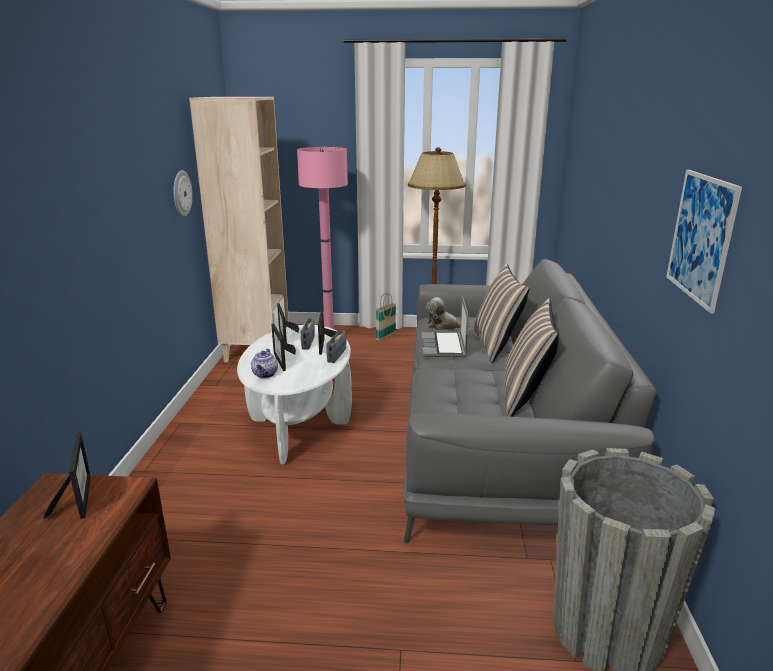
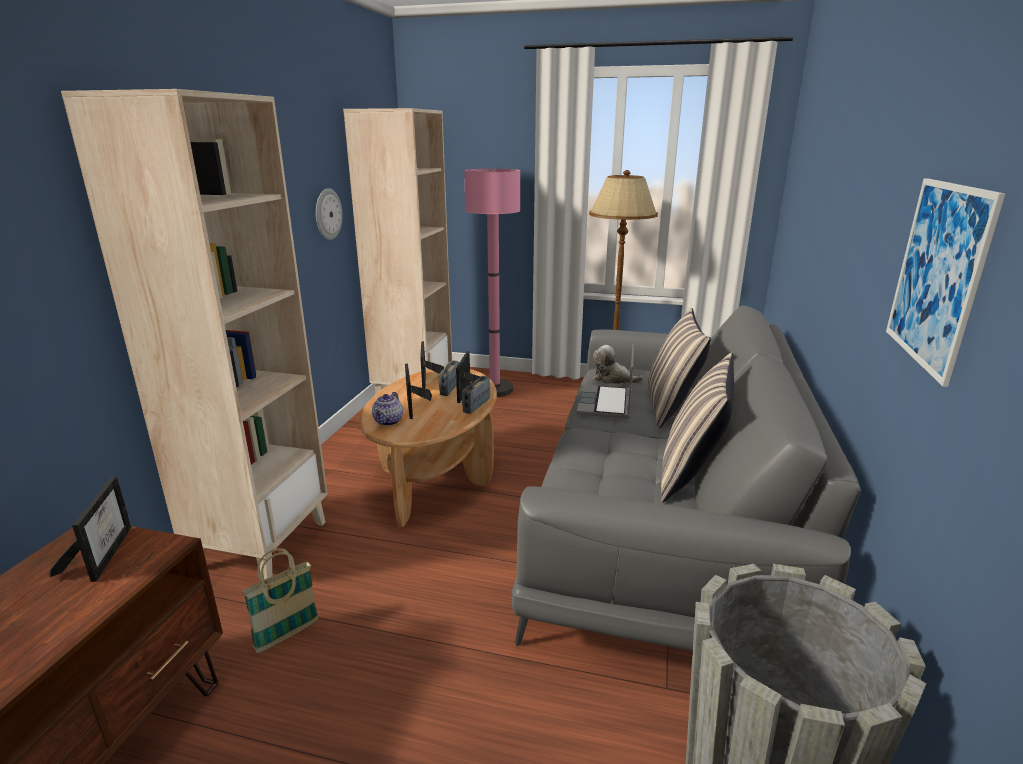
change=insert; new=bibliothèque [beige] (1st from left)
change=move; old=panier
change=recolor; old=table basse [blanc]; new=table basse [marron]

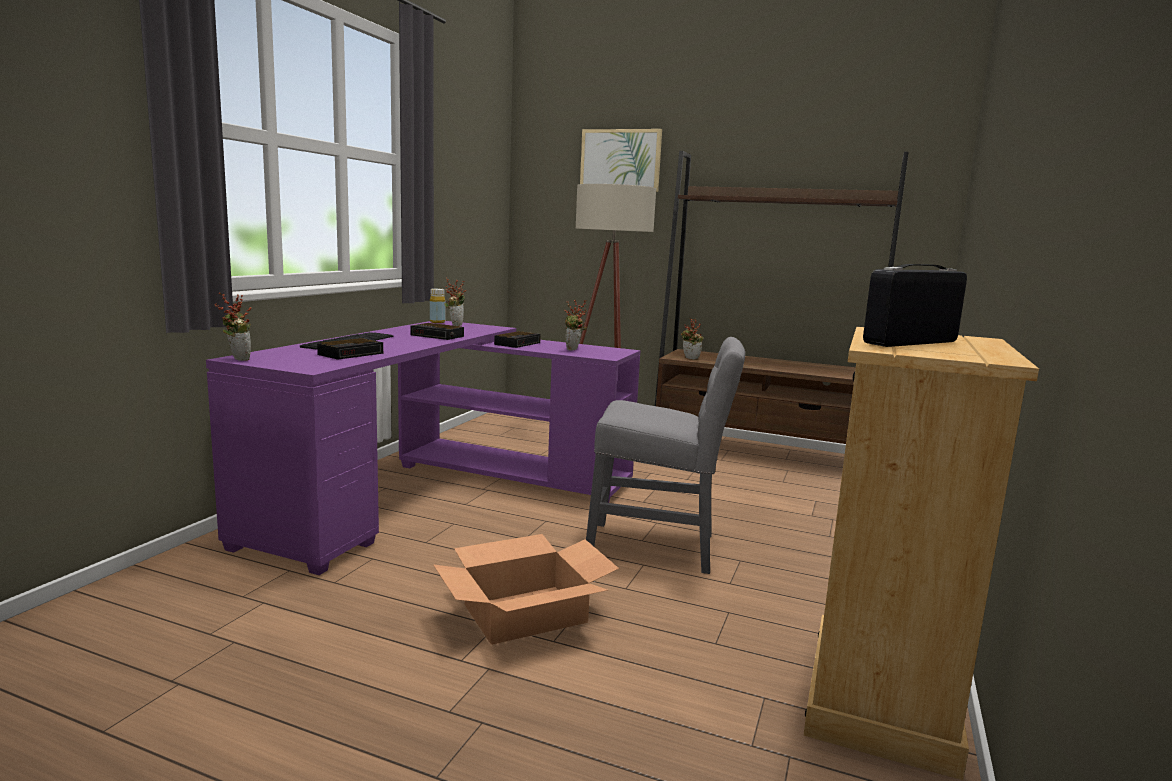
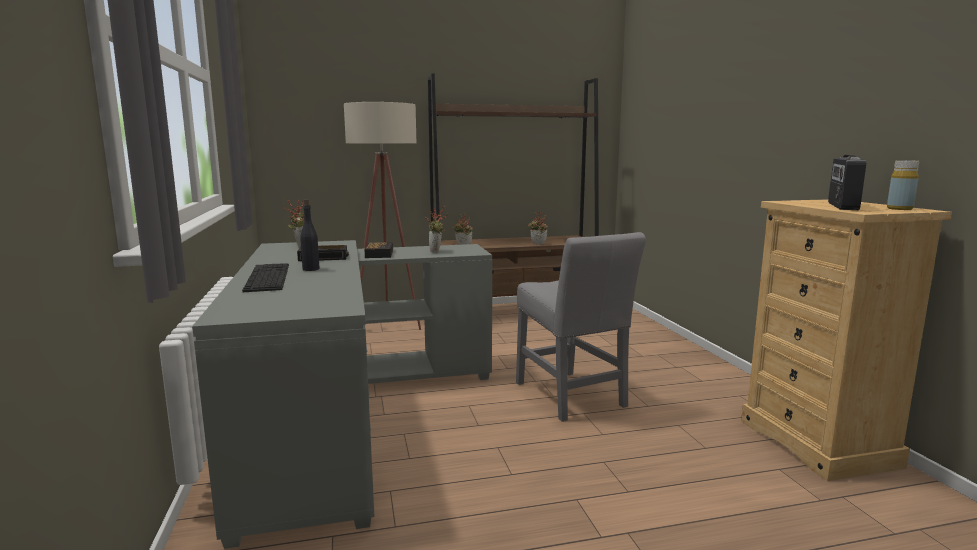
change=recolor; old=bureau [violet]; new=bureau [gris]
change=insert; new=bouteille [noir]
change=rotate; old=chaise [gris]; degrees=90
change=move; old=plante en pot (1st from left in the first image); new=plante en pot (4th from left)
change=move; old=bouteille [jaune]
change=delete; old=réveil (1st from left)
change=delete; old=carton
change=delete; old=tableau

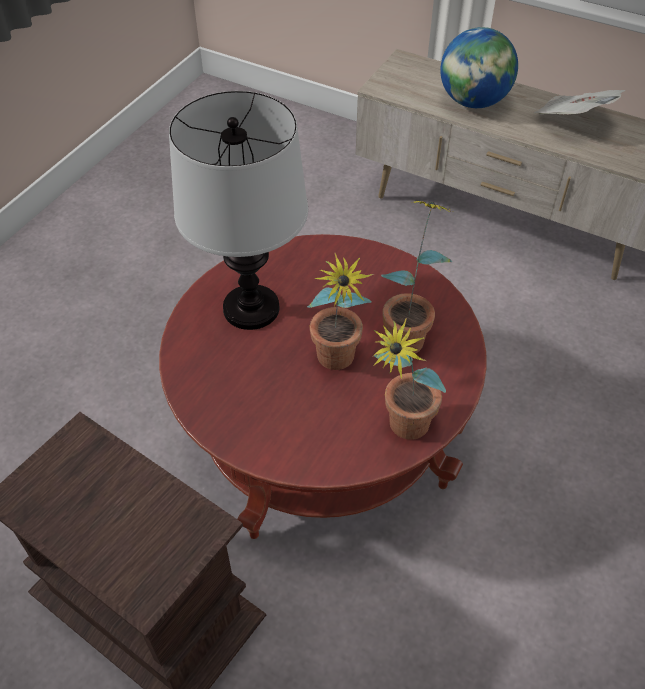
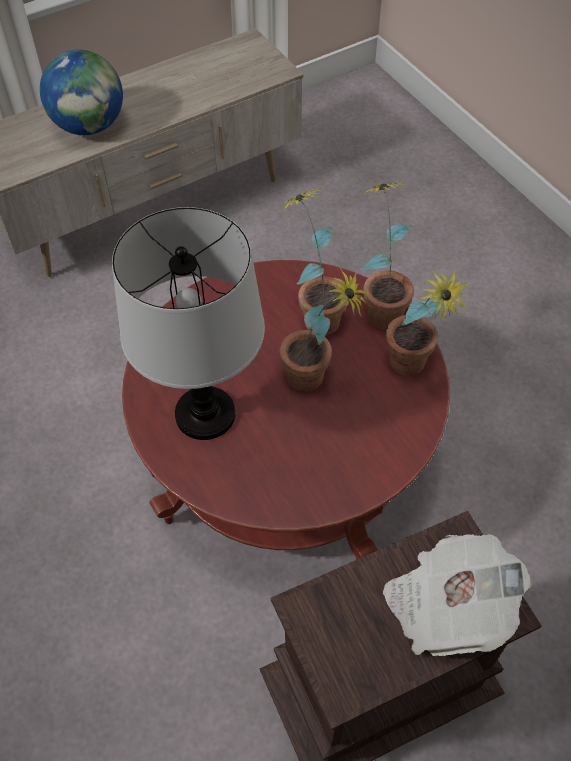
change=insert; new=plante en pot (3rd from left)
change=move; old=journal

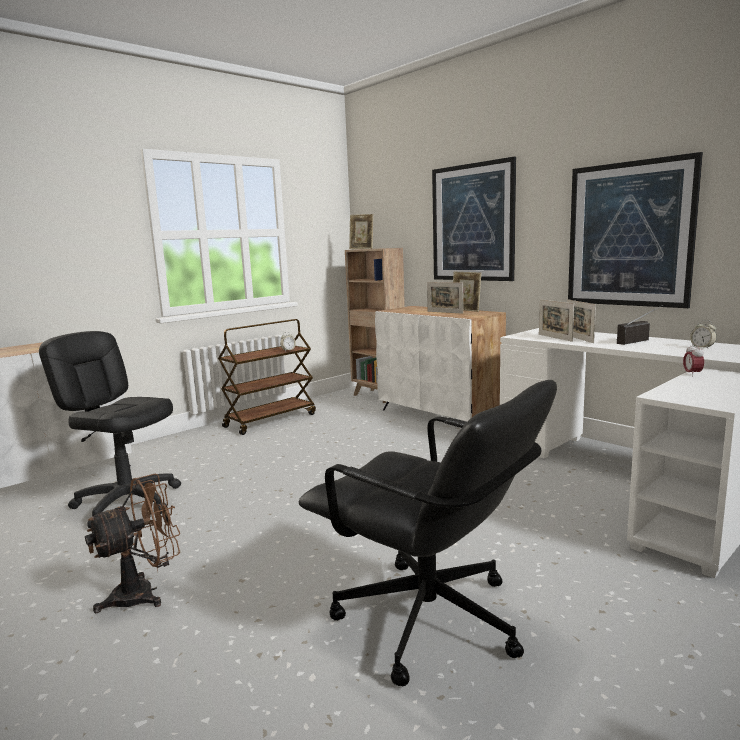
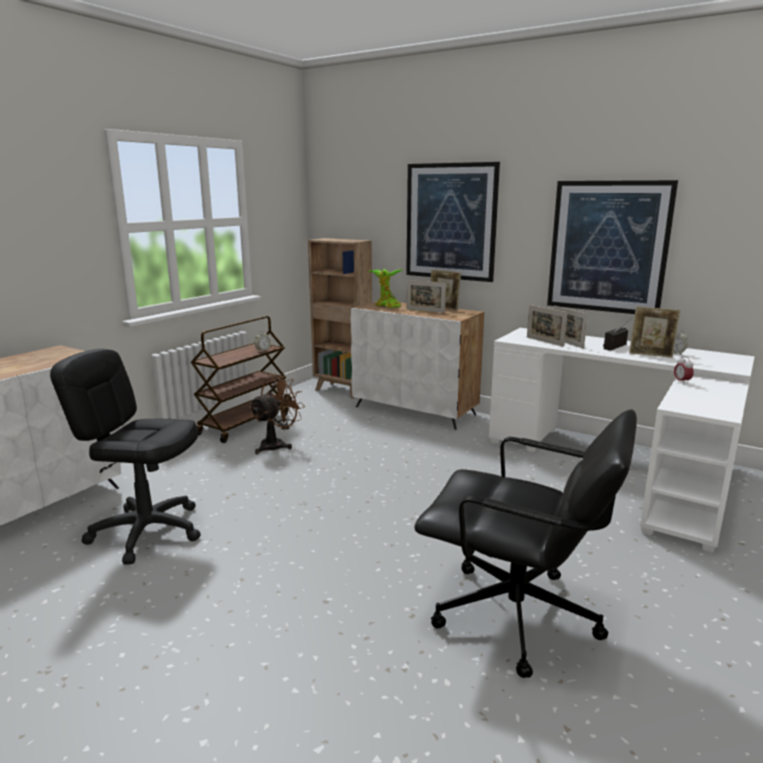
change=move; old=ventilateur [marron]
change=insert; new=plante en pot
change=move; old=cadre photo (1st from left in the first image); new=cadre photo (5th from left)

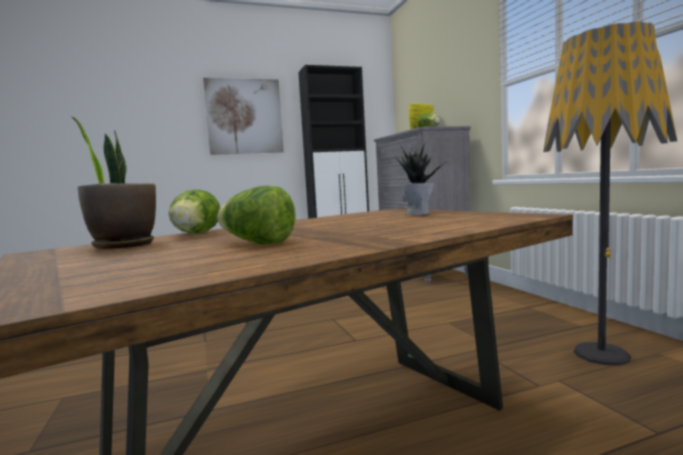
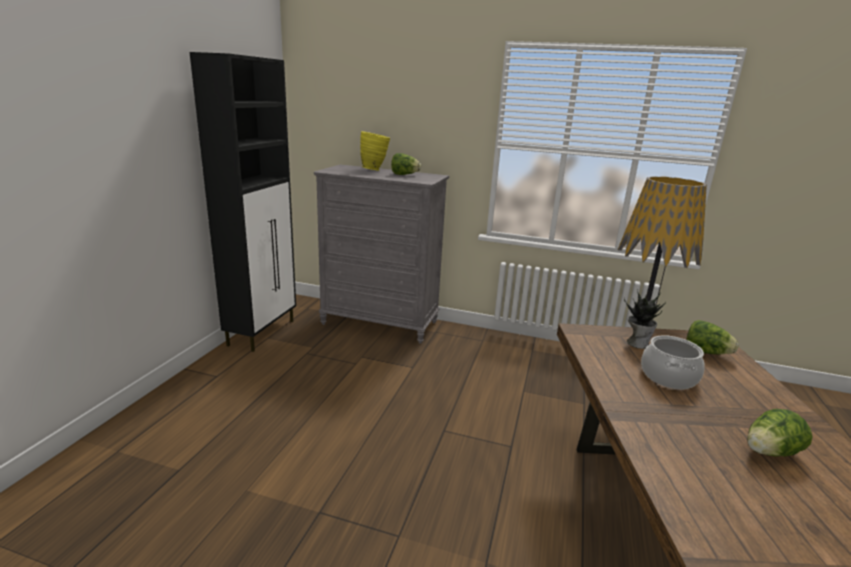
change=insert; new=marmite
change=move; old=laitue (1st from left in the first image); new=laitue (2nd from left)
change=delete; old=plante en pot (1st from left)
change=delete; old=tableau

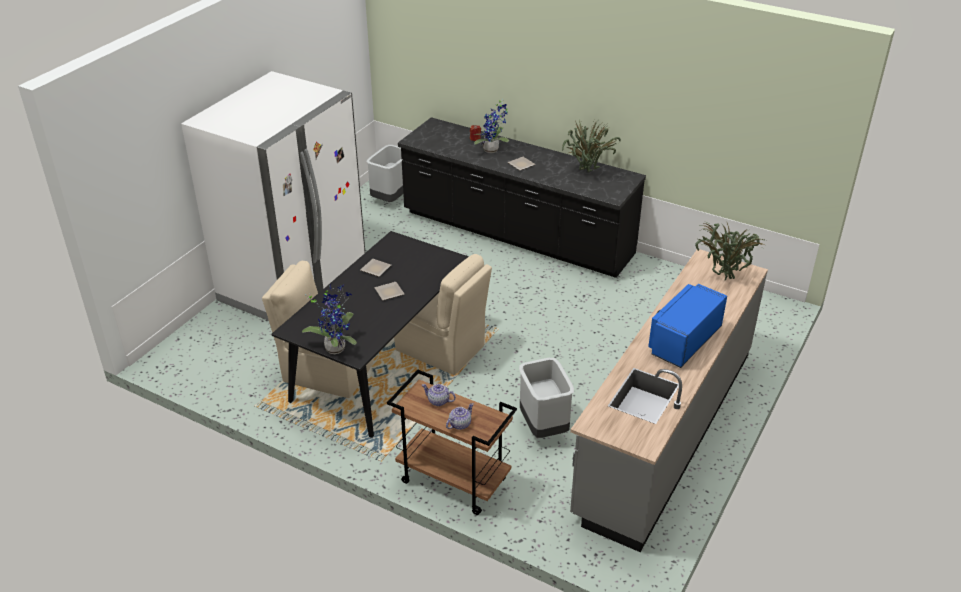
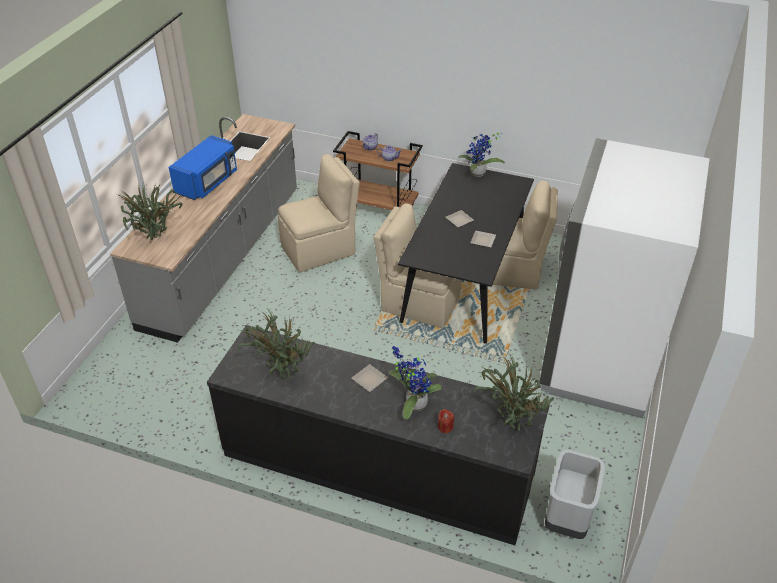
change=replace; old=poubelle [gris] (2nd from left); new=chaise [beige] (1st from left)
change=insert; new=plante en pot (5th from left)

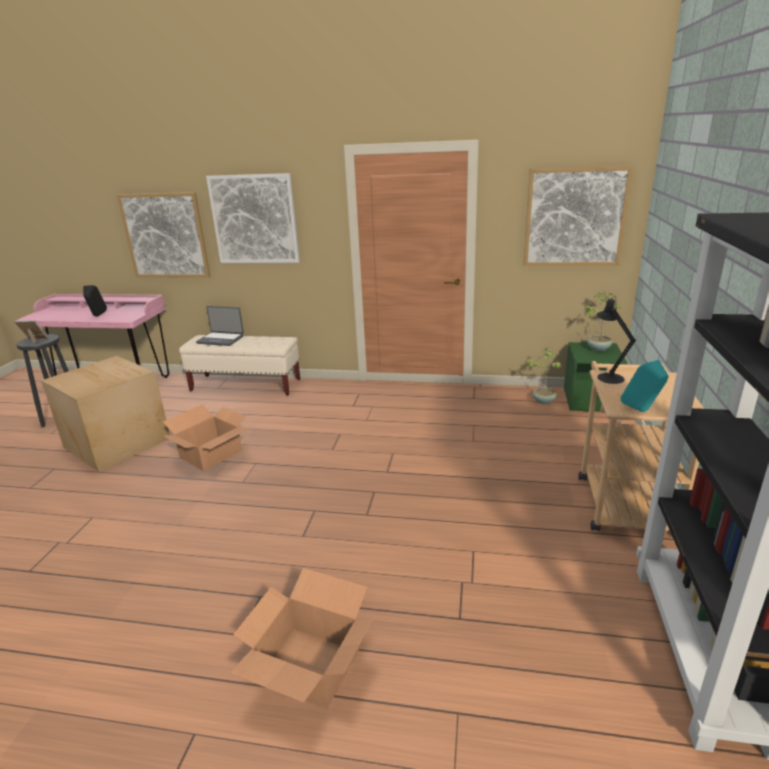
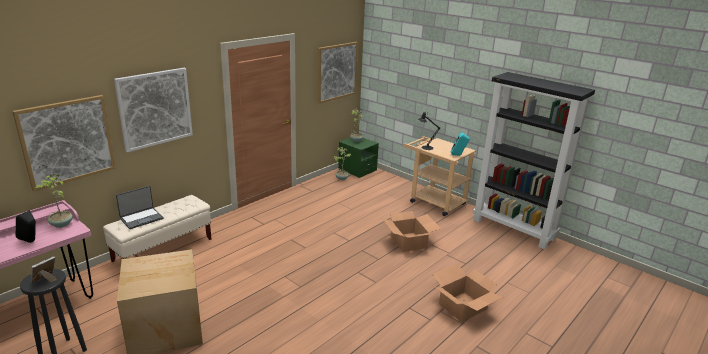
change=insert; new=plante en pot (1st from left)
change=move; old=carton (2nd from left)

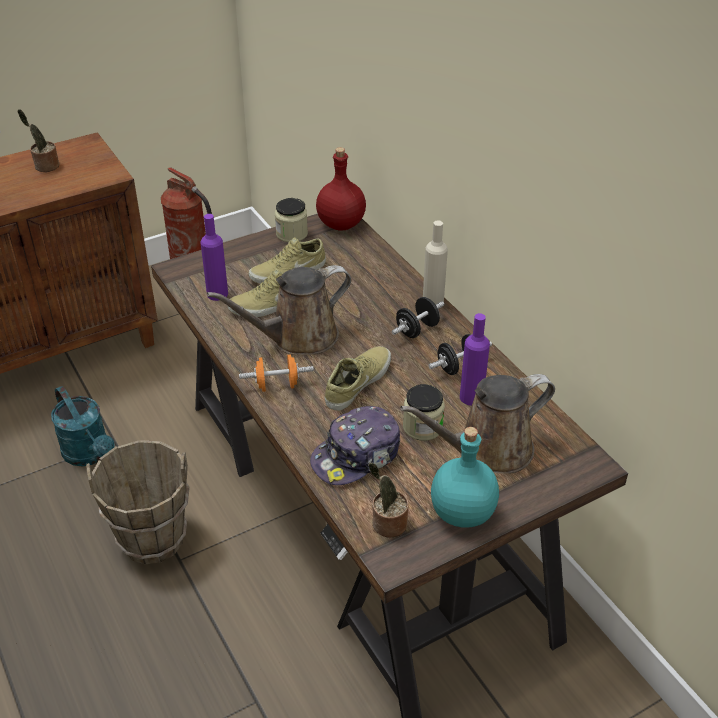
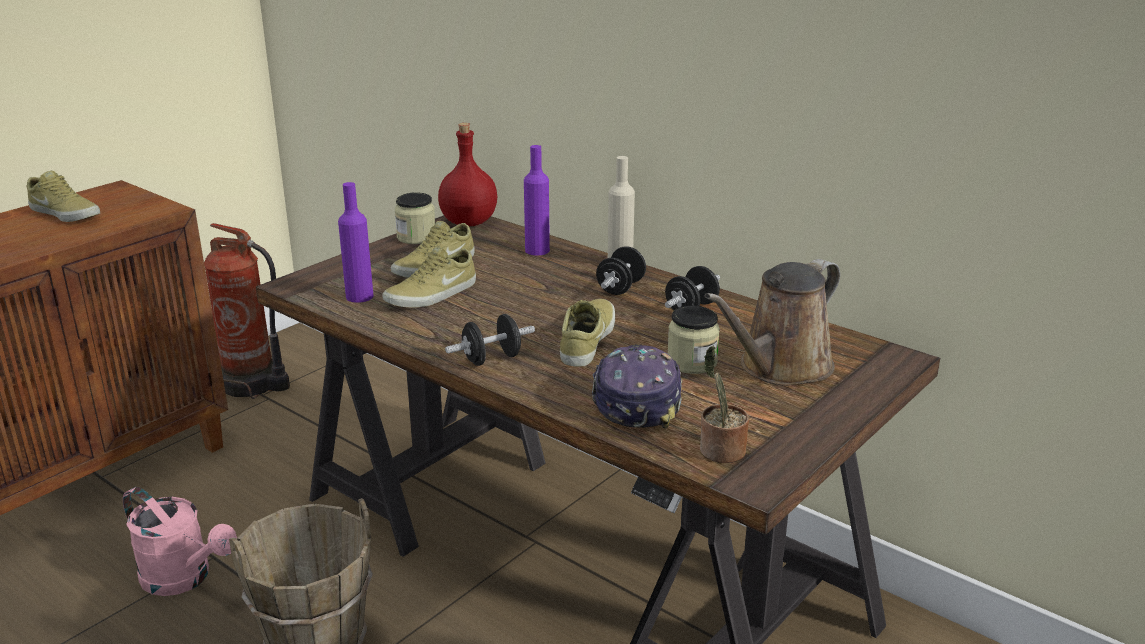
change=replace; old=plante en pot (1st from left); new=chaussure [beige] (1st from left)
change=recolor; old=arrosoir [turquoise]; new=arrosoir [rose]
change=recolor; old=haltère [orange]; new=haltère [noir] (1st from left)
change=move; old=bouteille [violet] (2nd from left)
change=rotate; old=casquette; degrees=150
change=delete; old=arrosoir [marron] (1st from left)
change=delete; old=bouteille [turquoise]

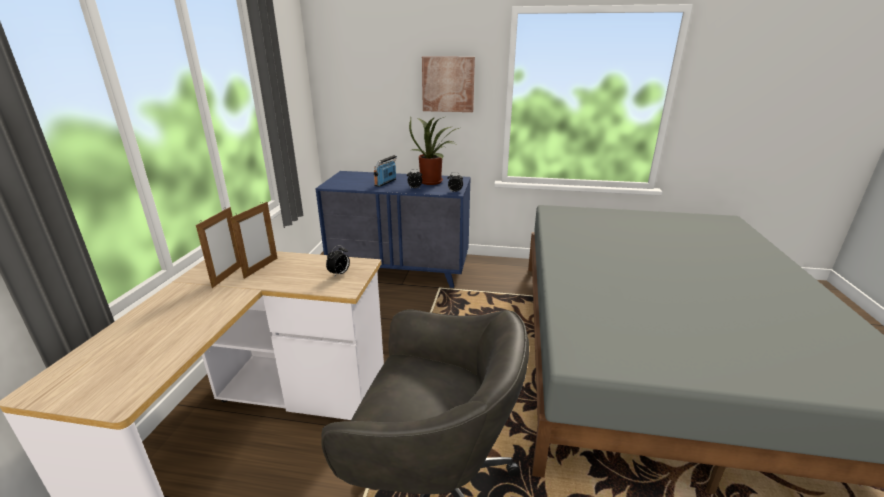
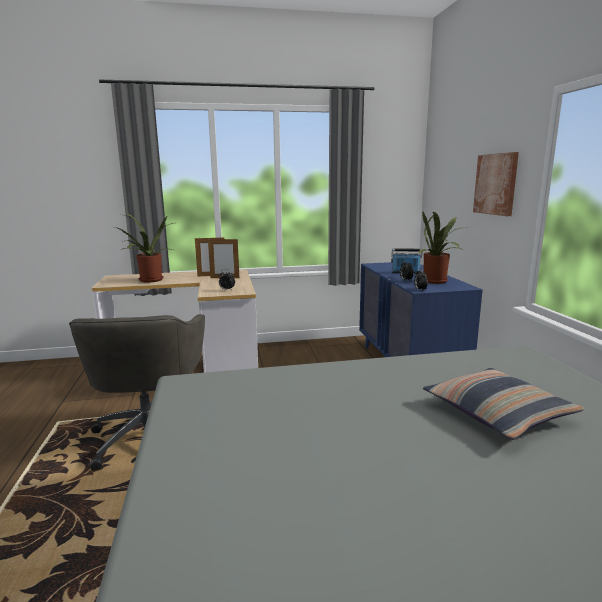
change=insert; new=plante en pot (1st from left)
change=insert; new=coussin

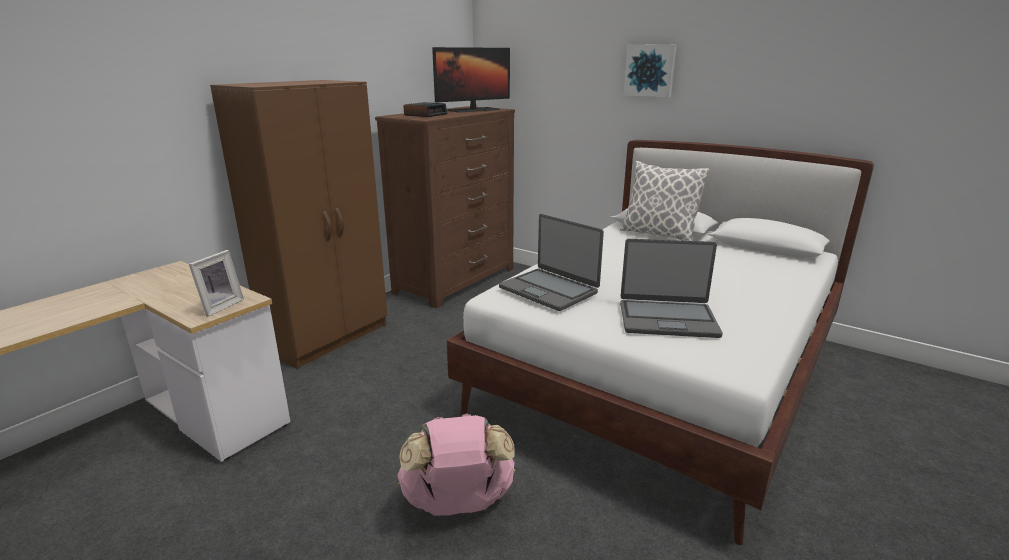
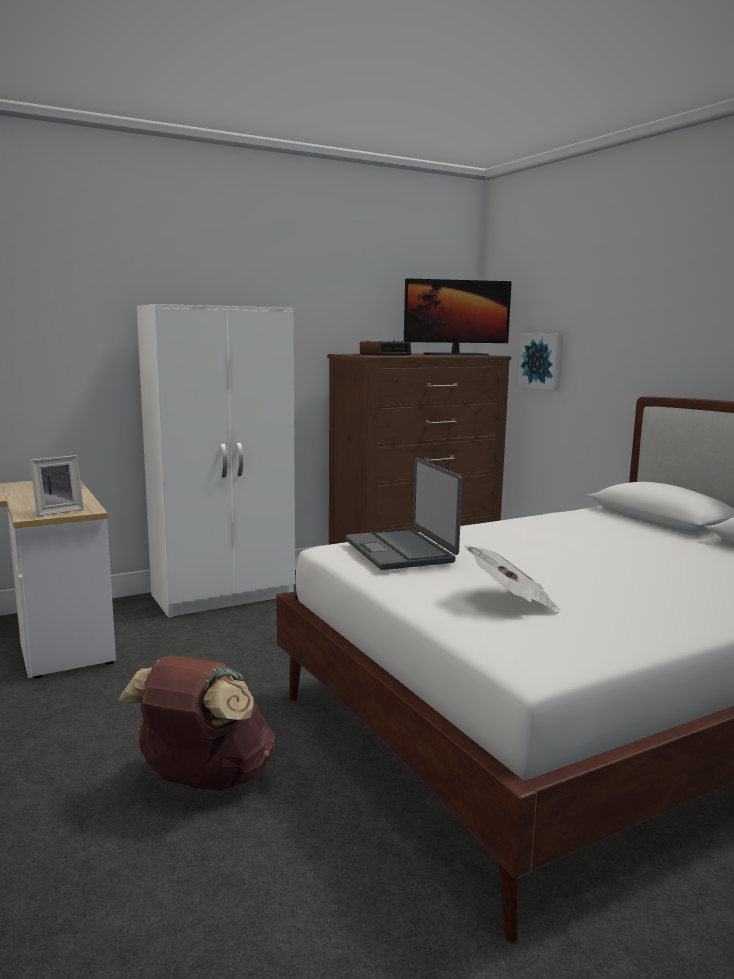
change=recolor; old=sac à dos [rose]; new=sac à dos [marron]
change=recolor; old=armoire [marron]; new=armoire [blanc]
change=replace; old=ordinateur portable (2nd from left); new=journal
change=move; old=tableau
change=delete; old=coussin

